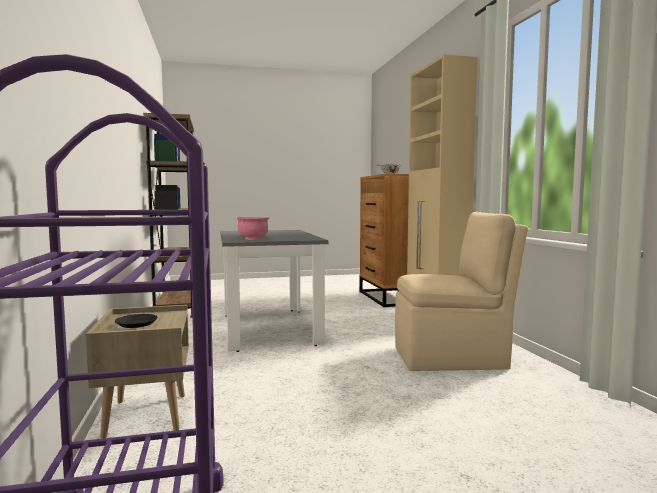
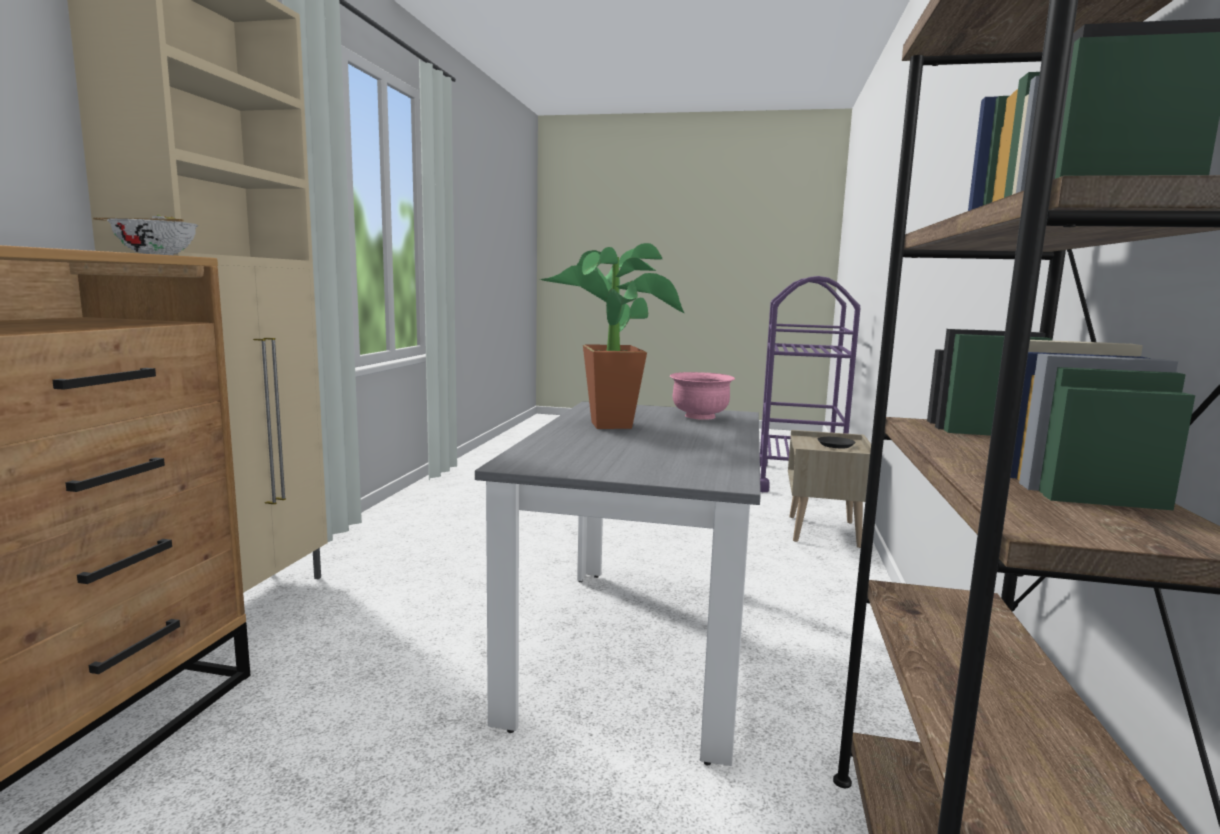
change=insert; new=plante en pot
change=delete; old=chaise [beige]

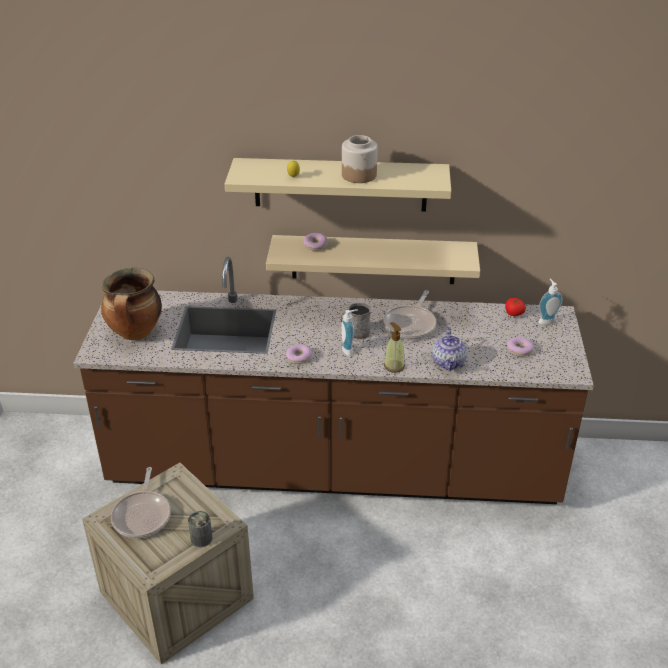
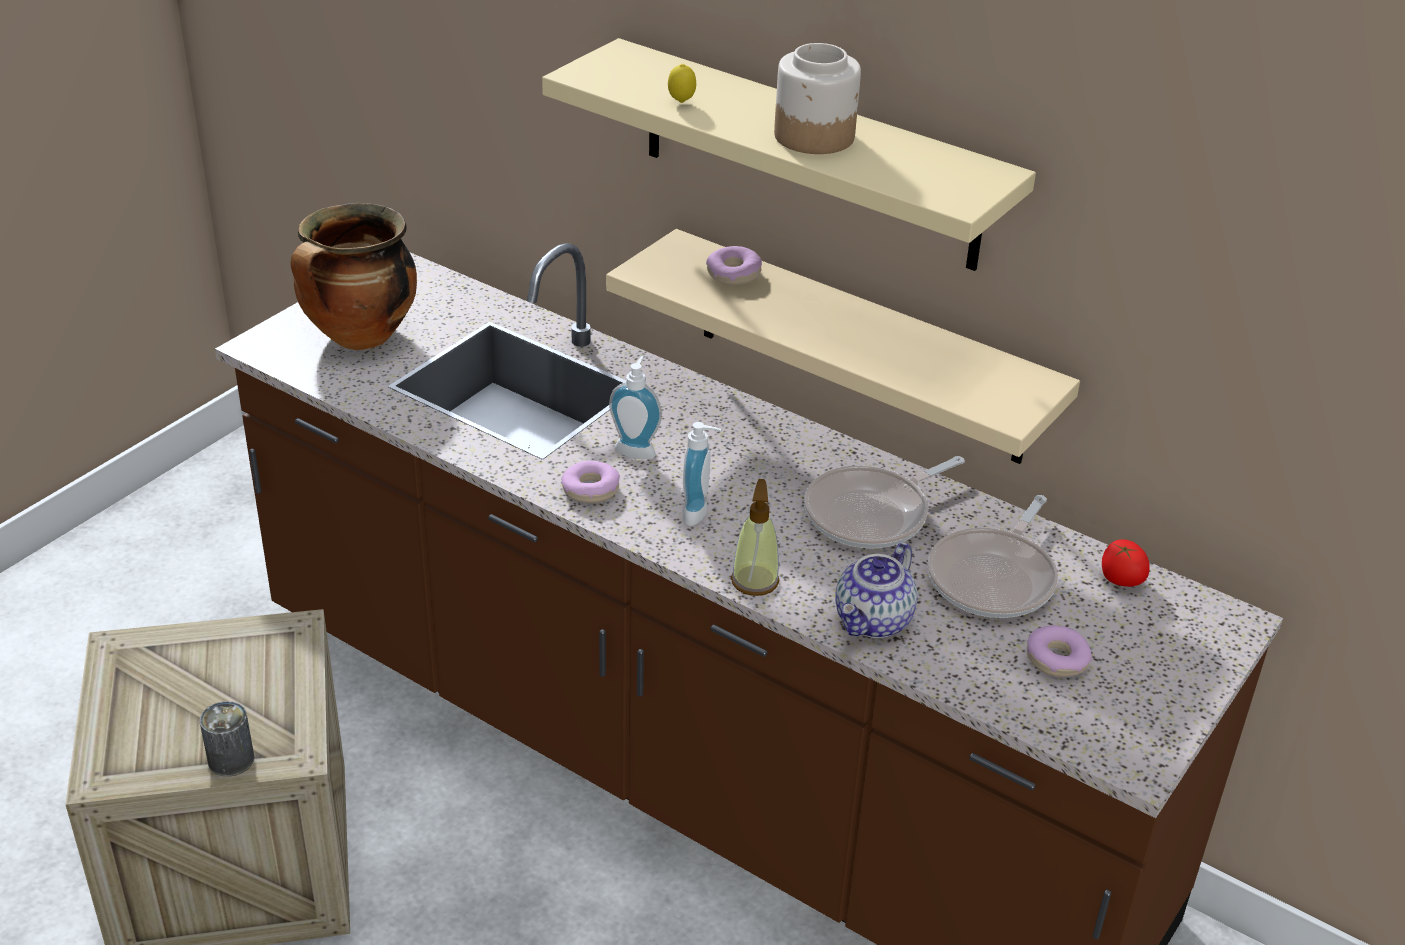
change=move; old=distributeur de savon (3rd from left in the first image); new=distributeur de savon (1st from left)
change=move; old=poêle (1st from left in the first image); new=poêle (2nd from left)
change=delete; old=mug [gris]

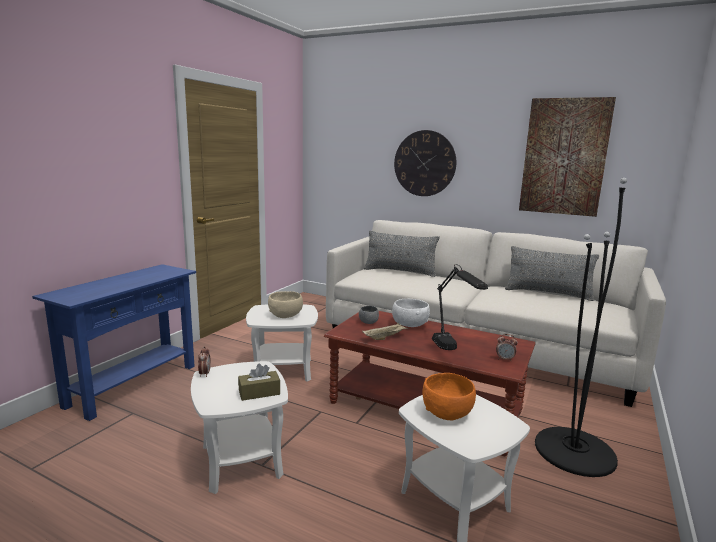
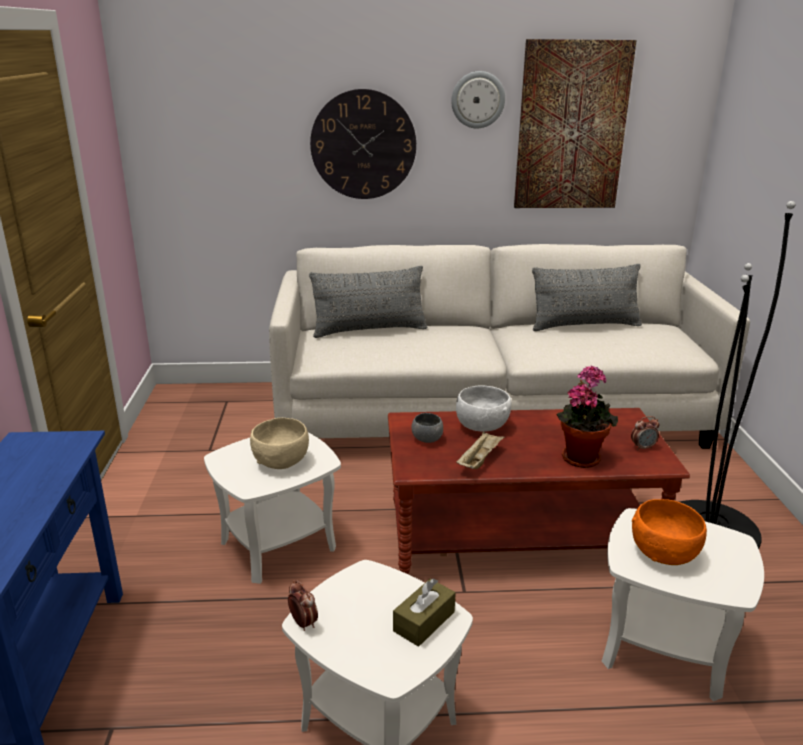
change=insert; new=horloge murale (2nd from left)
change=replace; old=lampe de table [noir]; new=plante en pot

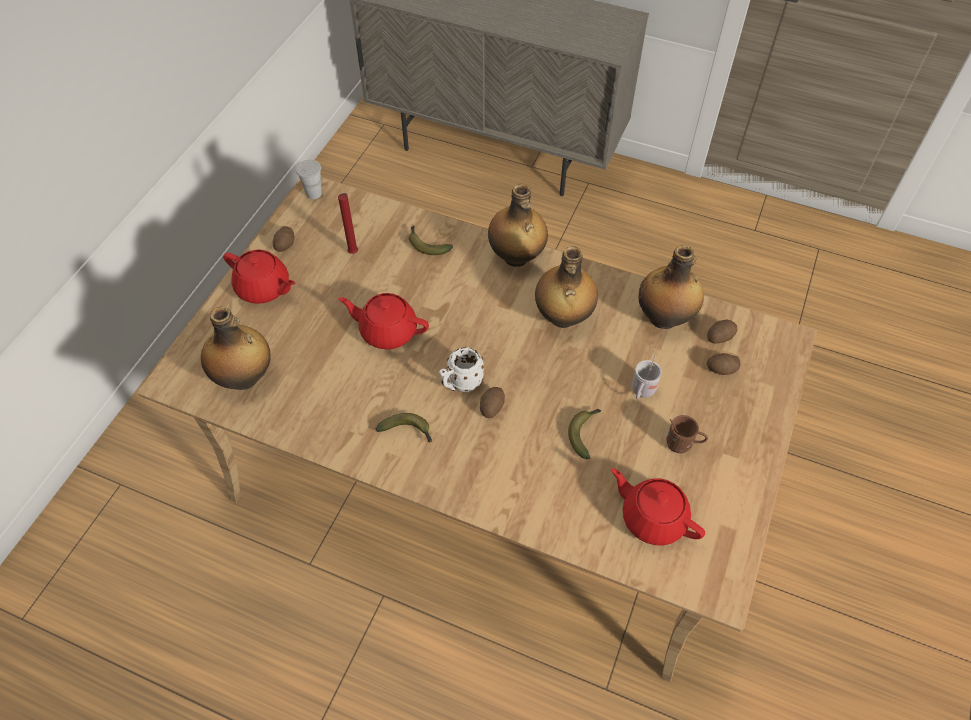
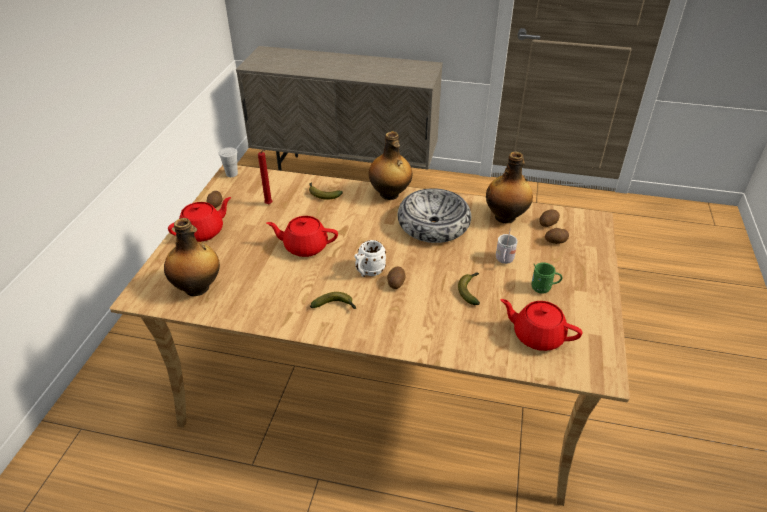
change=rotate; old=théière [rouge] (1st from left); degrees=-60
change=replace; old=bouteille (3rd from left); new=bol
change=recolor; old=mug [marron]; new=mug [vert]

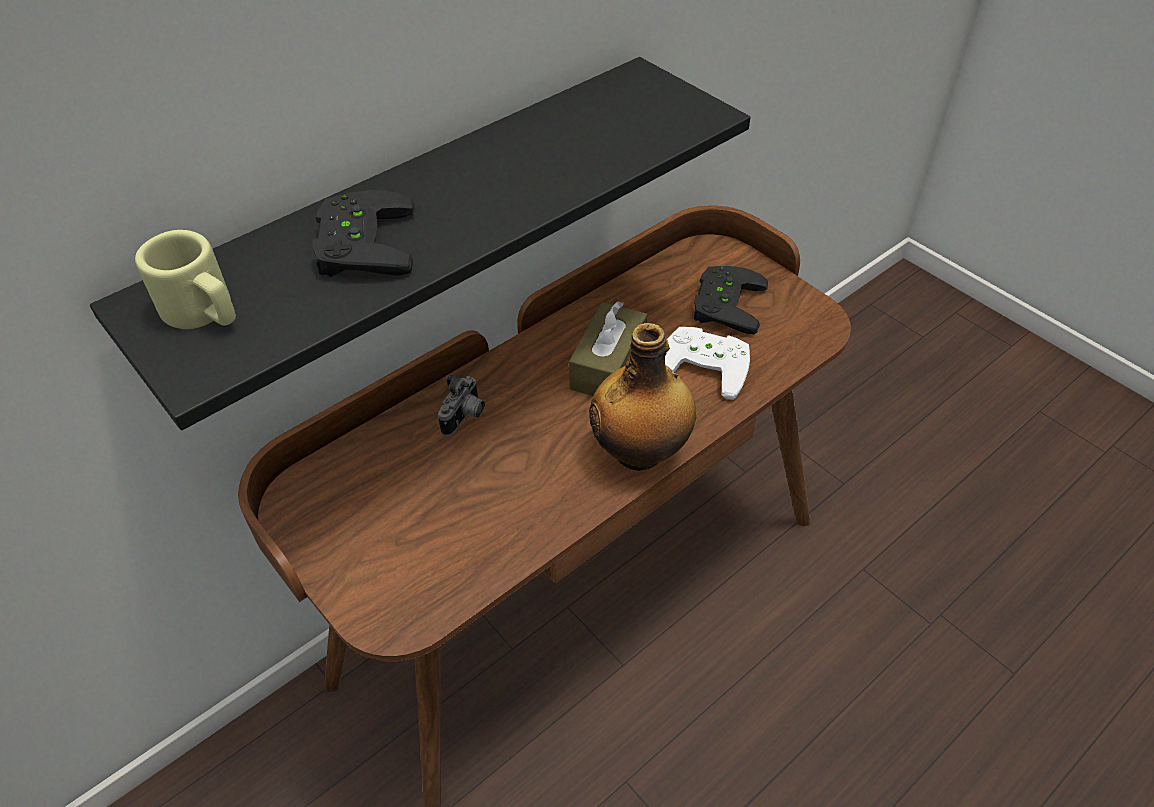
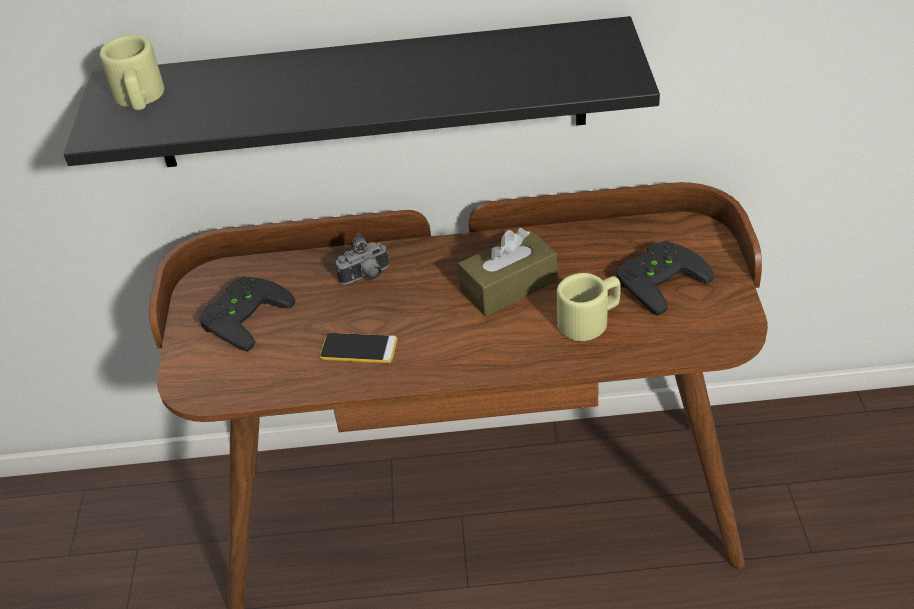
change=move; old=manette [noir] (1st from left)
change=insert; new=téléphone
change=replace; old=manette [blanc]; new=mug [beige] (2nd from left)
change=delete; old=bouteille

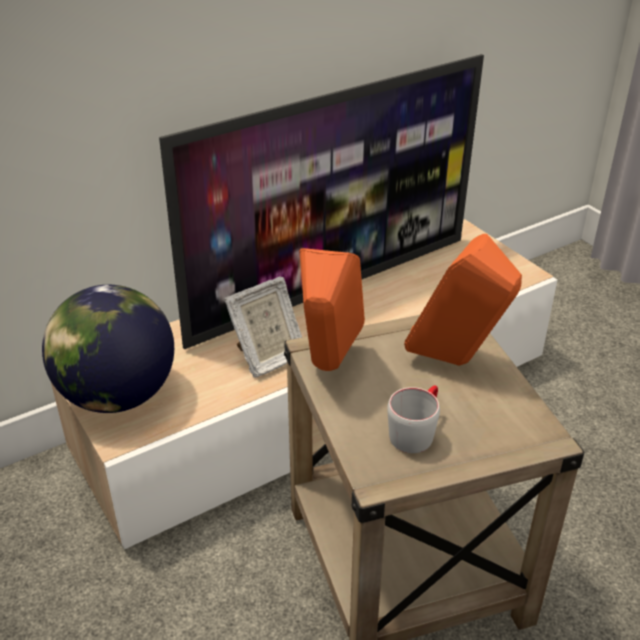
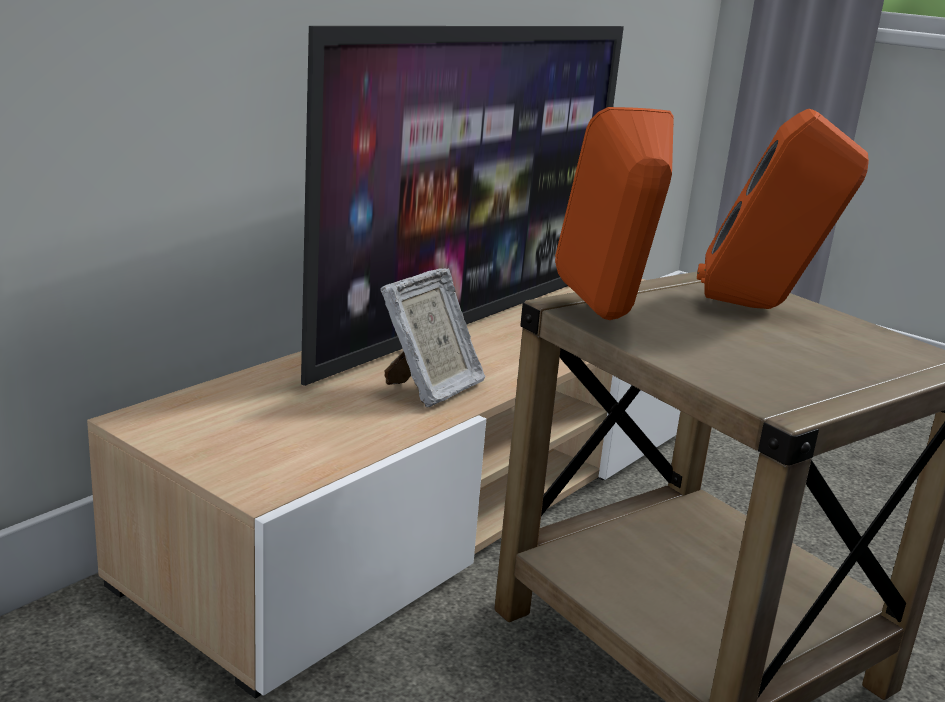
change=delete; old=globe
change=delete; old=mug [gris]

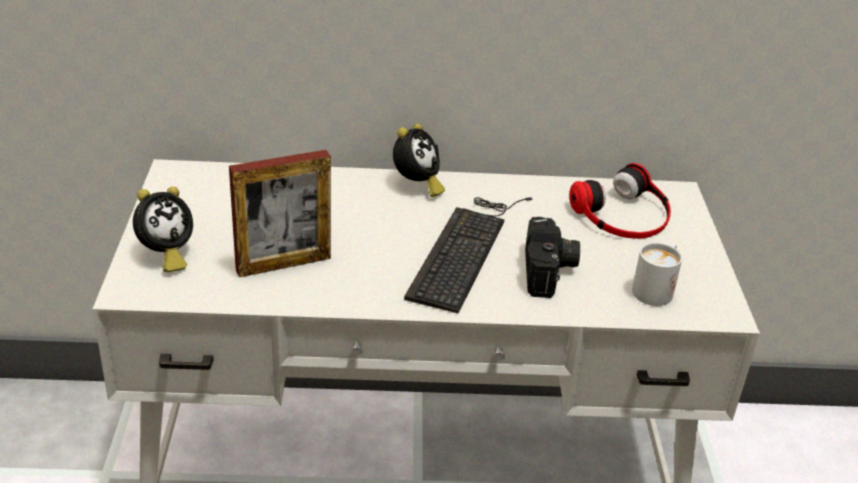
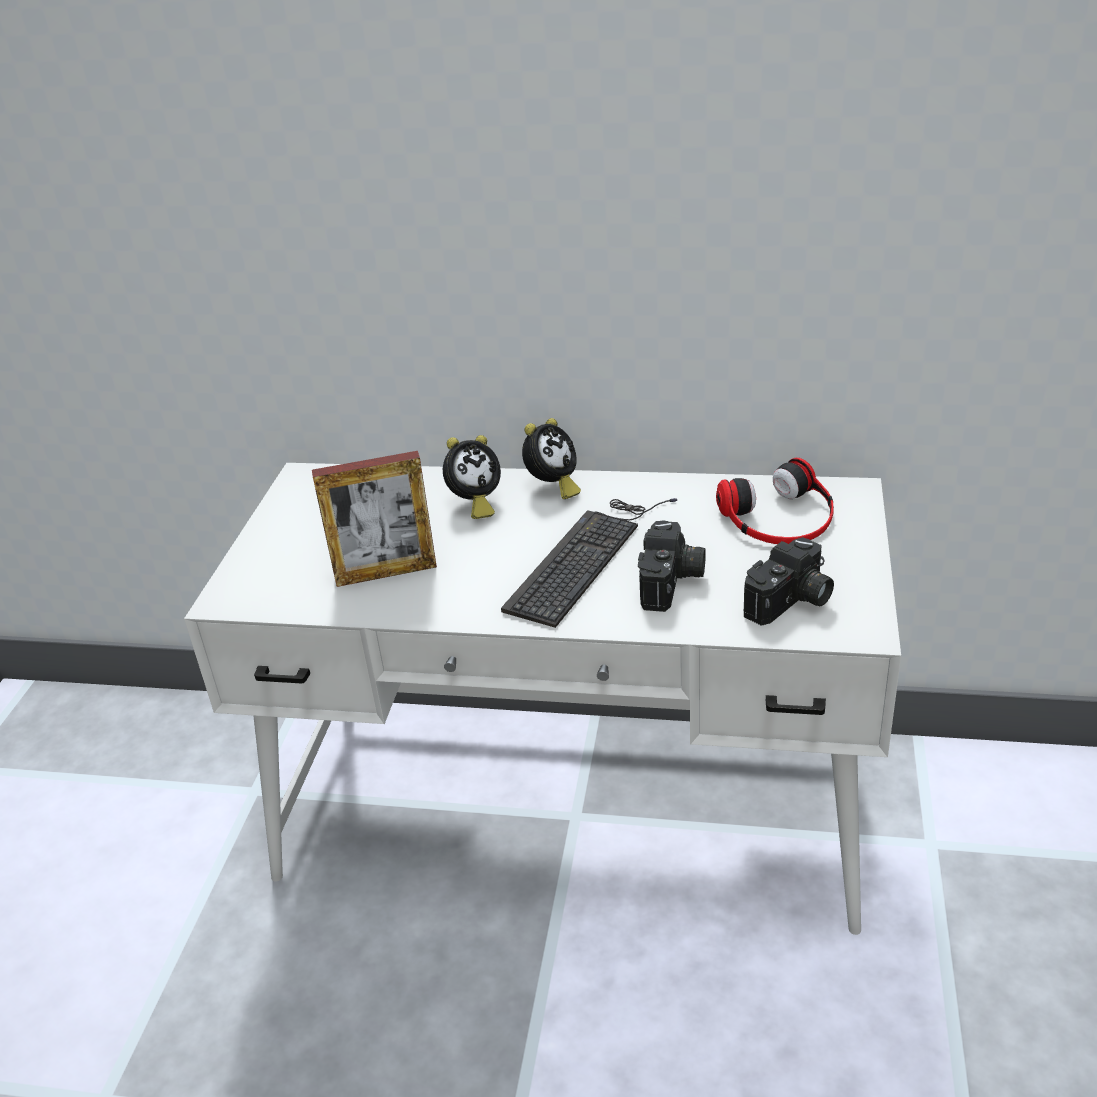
change=move; old=réveil (1st from left)
change=replace; old=mug [blanc]; new=appareil photo (2nd from left)

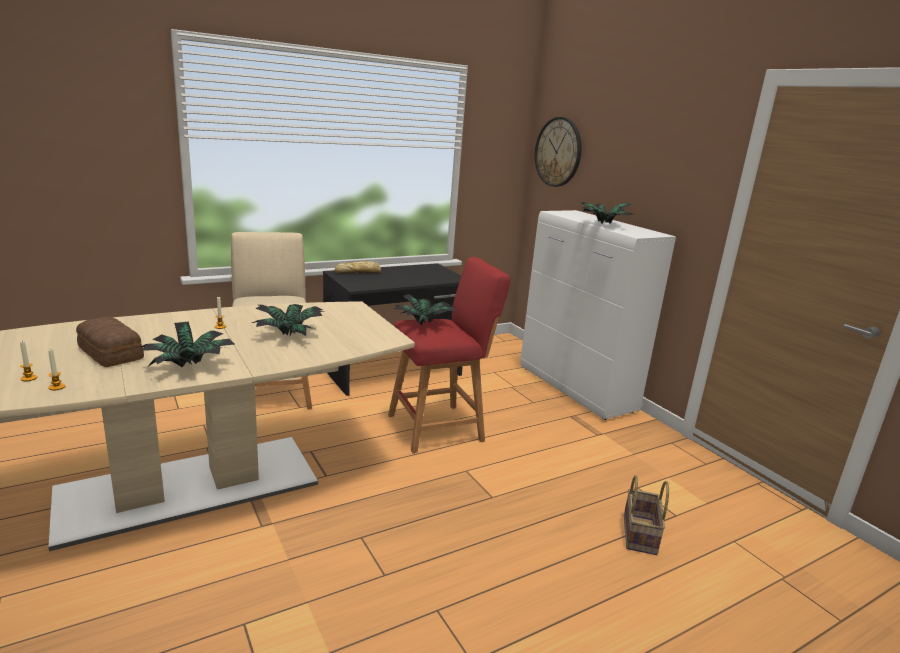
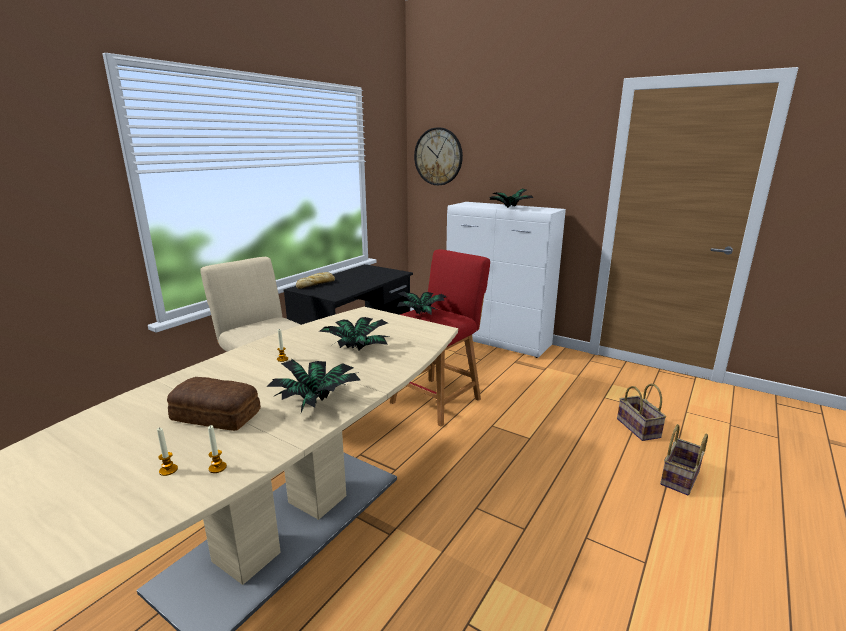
change=insert; new=panier (2nd from left)

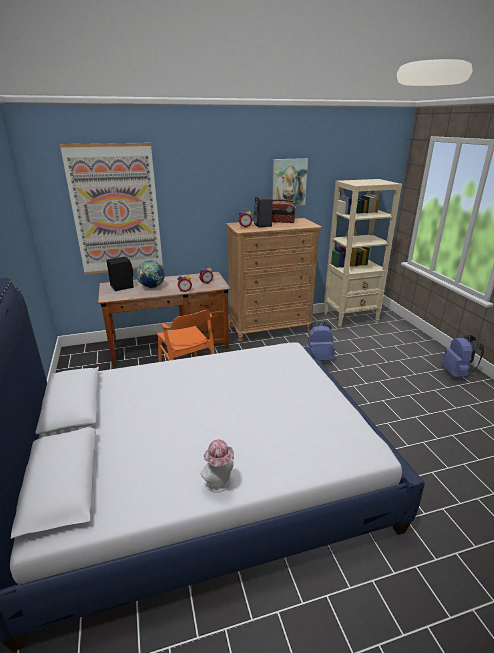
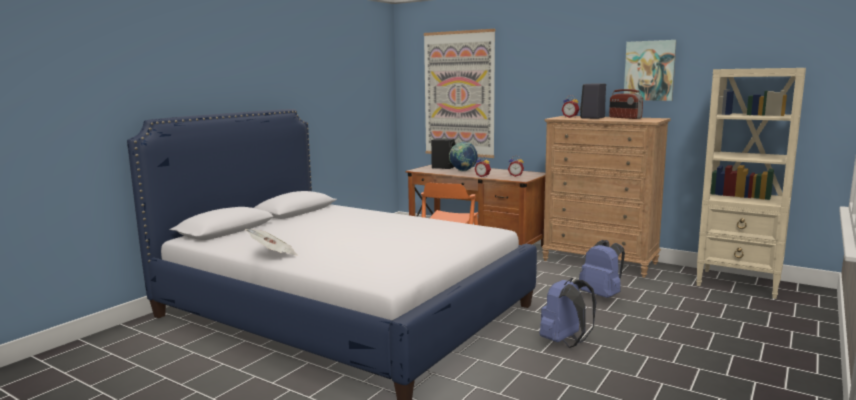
change=replace; old=chapeau; new=journal
change=move; old=sac à dos [bleu] (2nd from left in the first image); new=sac à dos [bleu] (1st from left)

